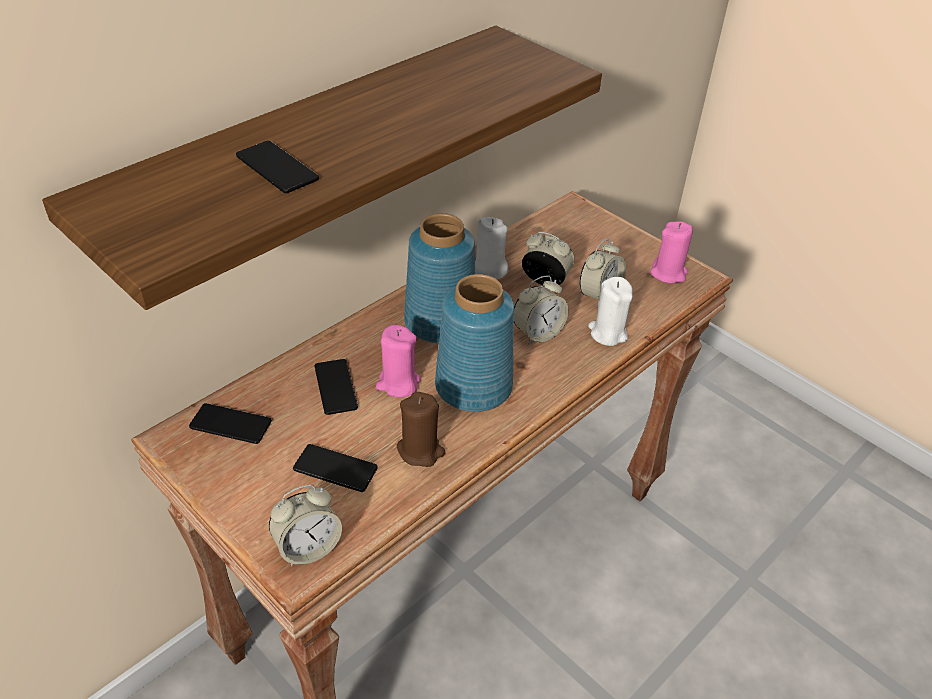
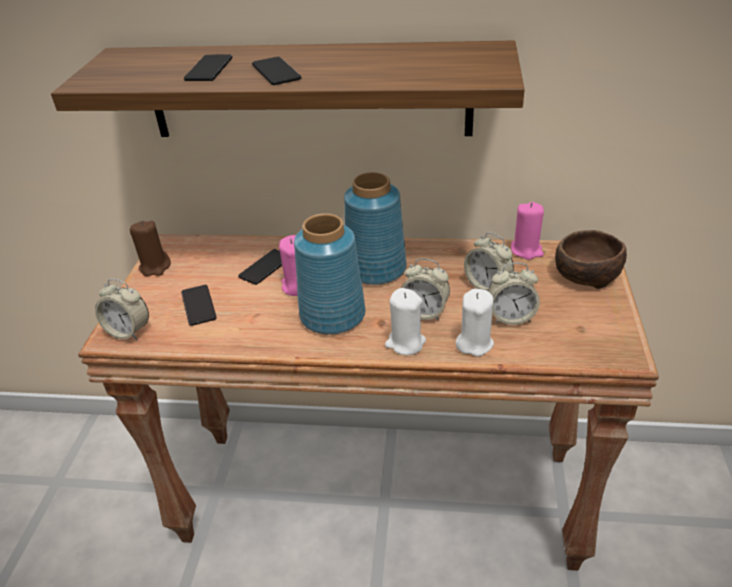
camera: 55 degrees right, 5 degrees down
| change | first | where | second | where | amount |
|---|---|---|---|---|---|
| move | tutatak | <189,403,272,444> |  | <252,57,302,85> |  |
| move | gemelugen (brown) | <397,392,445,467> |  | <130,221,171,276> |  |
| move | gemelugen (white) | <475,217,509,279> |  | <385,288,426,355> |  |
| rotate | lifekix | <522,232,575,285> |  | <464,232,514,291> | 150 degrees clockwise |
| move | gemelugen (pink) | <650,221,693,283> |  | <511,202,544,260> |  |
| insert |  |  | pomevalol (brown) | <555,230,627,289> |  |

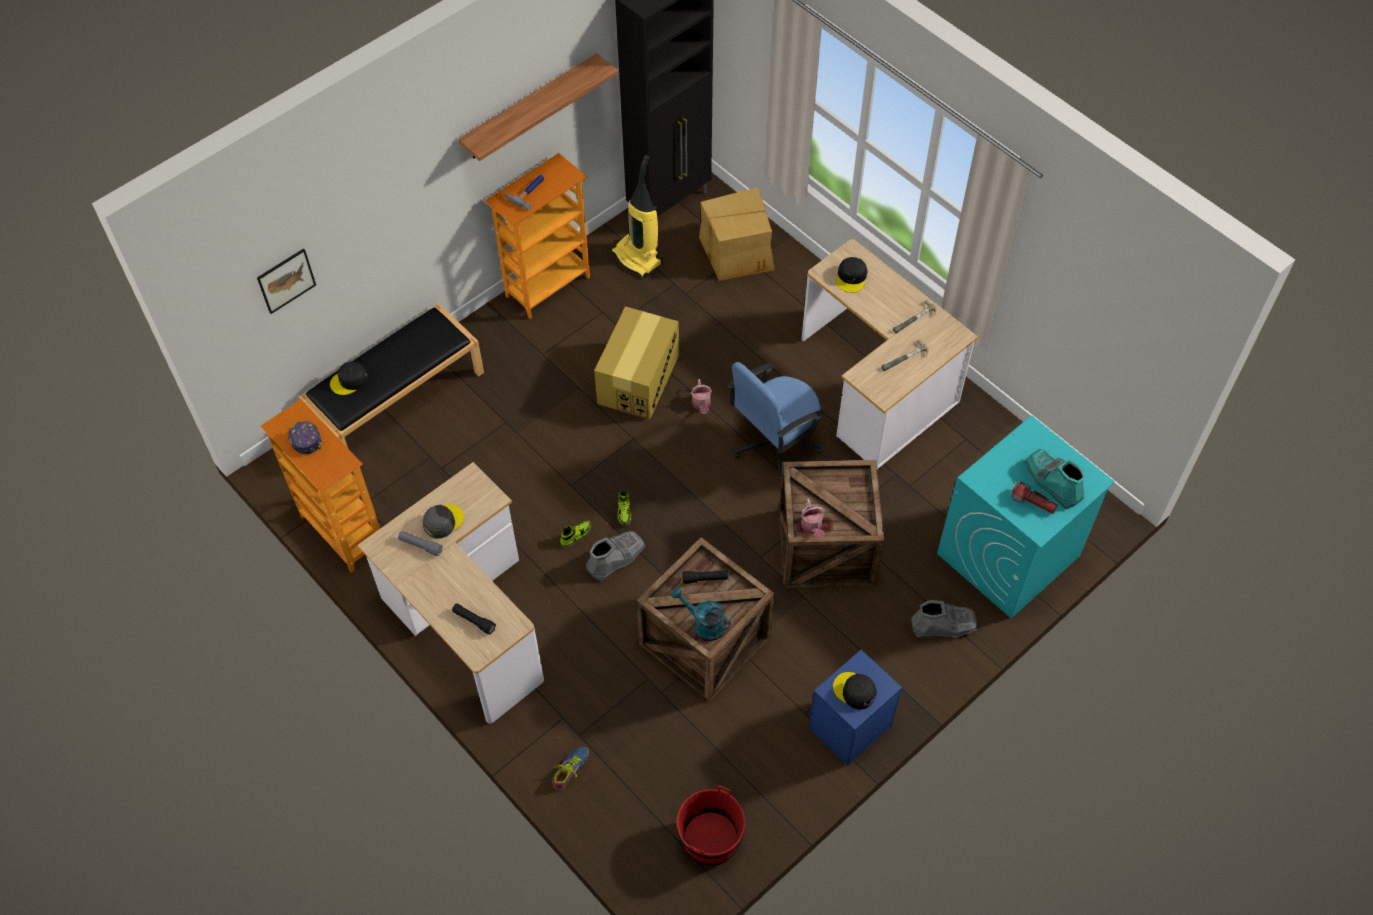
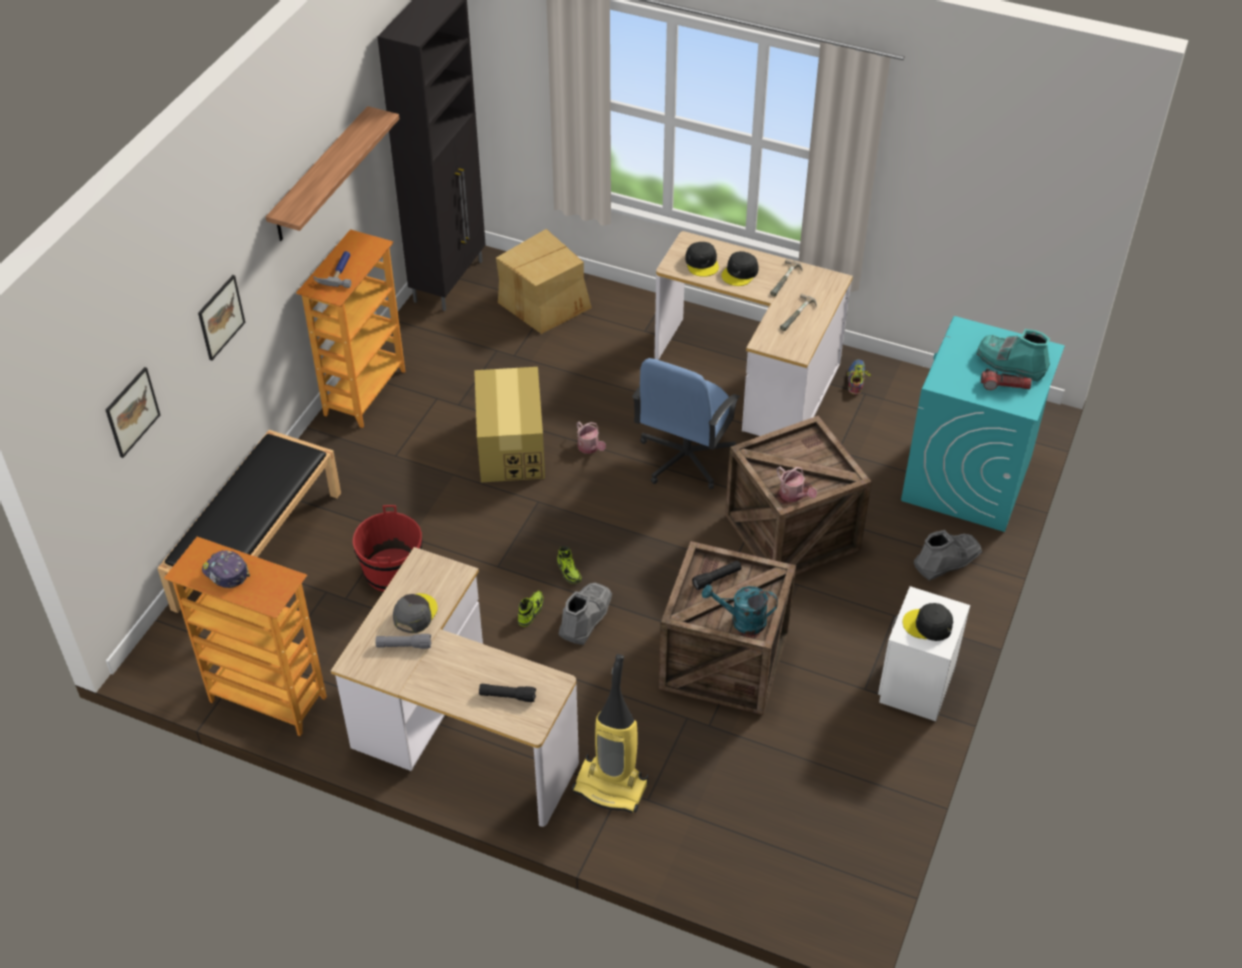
camera: 25 degrees left, 10 degrees down
| change | first | where | second | where | amount |
|---|---|---|---|---|---|
| move | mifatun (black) | <330,361,368,395> |  | <722,251,758,286> |  |
| move | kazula | <552,747,589,790> |  | <847,359,871,395> |  |
| move | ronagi | <611,155,663,278> |  | <572,654,648,813> |  |
| move | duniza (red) | <677,785,745,866> |  | <353,505,423,592> |  |
| recolor | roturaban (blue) | <809,650,902,766> | roturaban (white) | <878,586,970,721> |  |
| insert |  |  | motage | <198,275,245,361> |  |

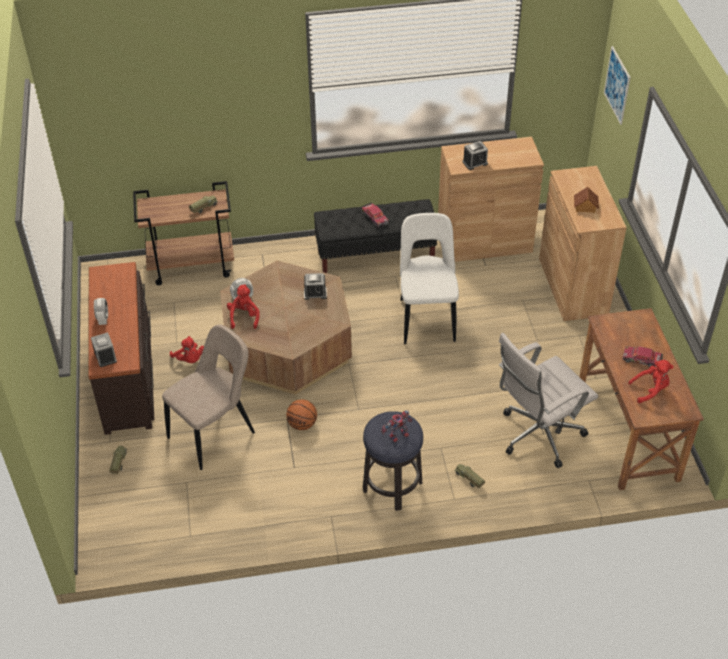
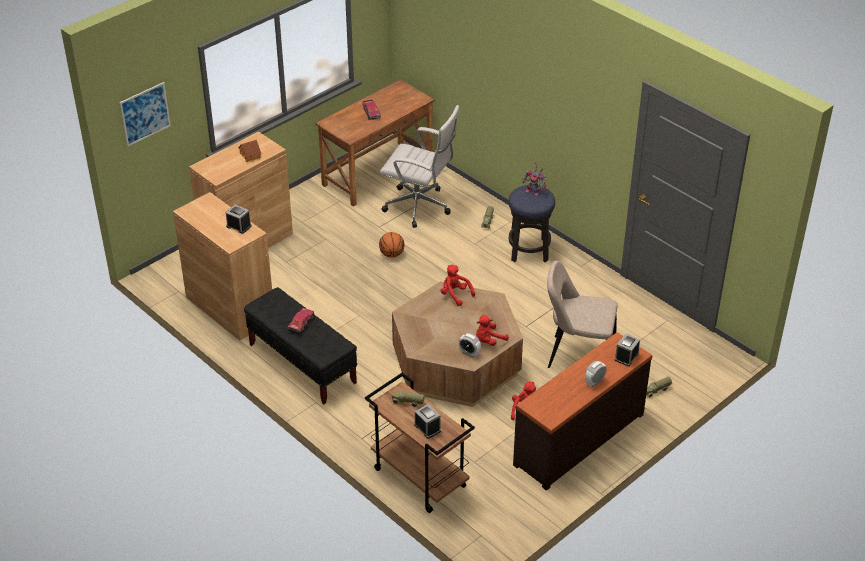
camera: 125 degrees left, 5 degrees down
| change | first | where | second | where | amount |
|---|---|---|---|---|---|
| move | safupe | <286,399,317,430> |  | <379,232,404,258> |  |
| move | lifekix | <304,273,327,300> |  | <414,404,441,439> |  |
| delete | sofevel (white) | <400,213,459,344> |  |  |  |
| move | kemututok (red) | <628,360,674,403> |  | <441,265,475,306> |  |

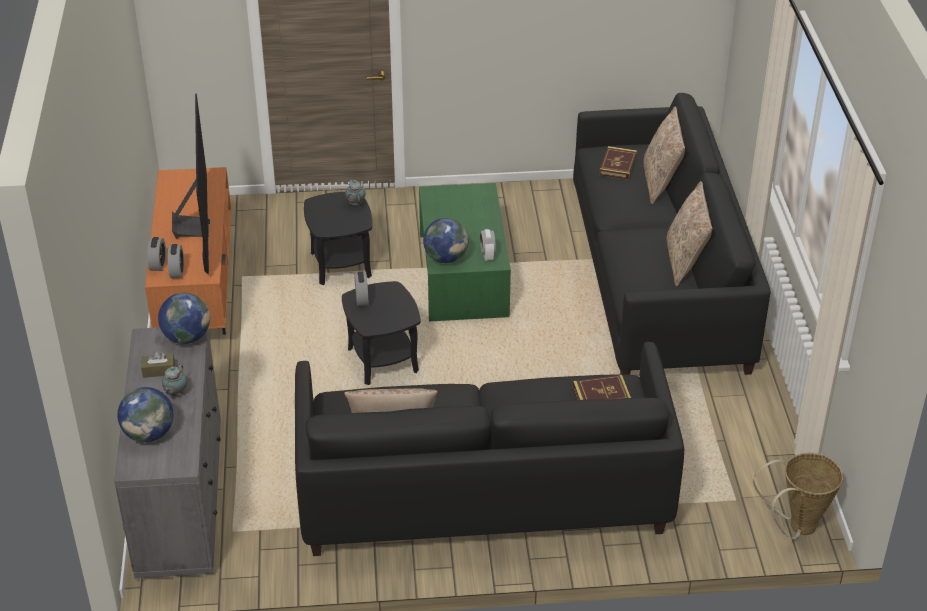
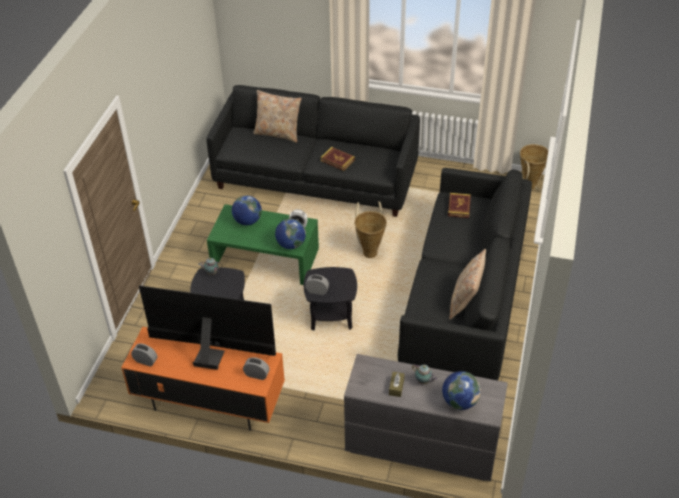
camera: 70 degrees left, 5 degrees up
| change | first | where | second | where | amount |
|---|---|---|---|---|---|
| move | lifekix | <147,237,166,271> |  | <131,344,157,366> |  |
| move | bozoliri | <158,293,210,344> |  | <232,196,262,225> |  |
| move | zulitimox | <599,146,637,180> |  | <320,147,355,171> |  |
| delete | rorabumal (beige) | <666,181,713,286> |  |  |  |
| insert |  |  | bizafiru | <354,201,387,258> |  |

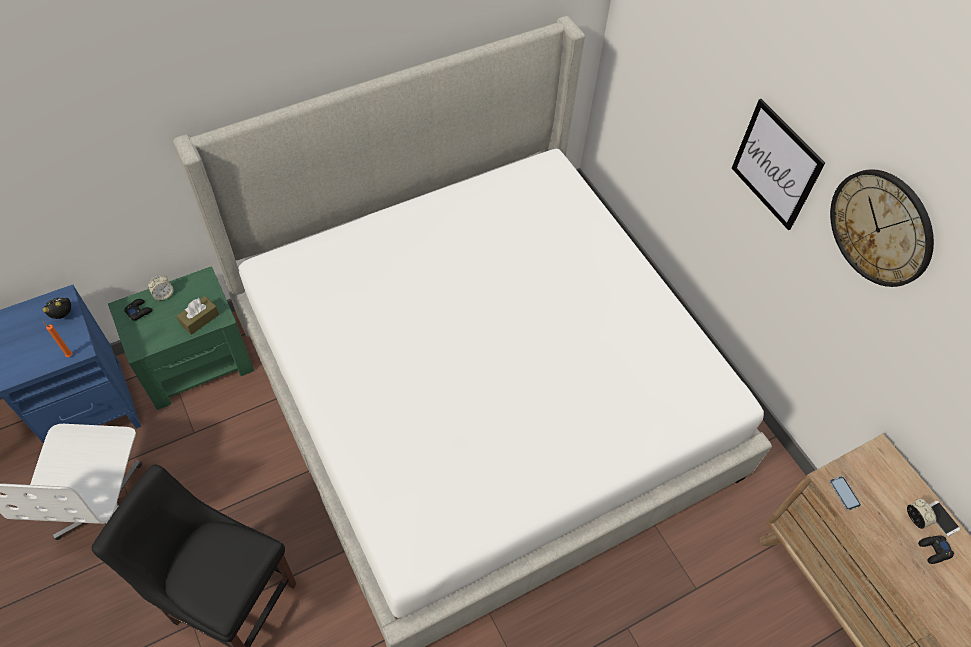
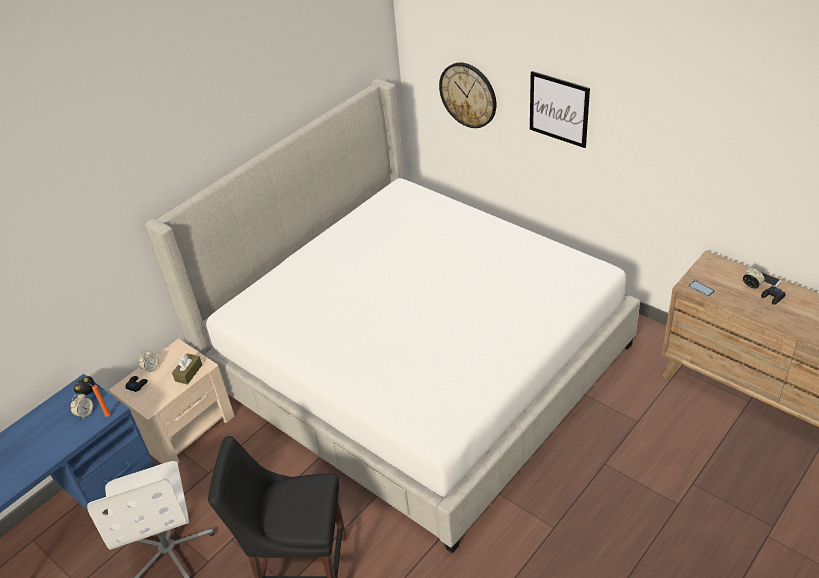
camera: 15 degrees left, 15 degrees down
| change | first | where | second | where | amount |
|---|---|---|---|---|---|
| recolor | roturaban (green) | <108,266,254,410> | roturaban (beige) | <109,339,235,464> |  |
| move | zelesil | <830,169,934,287> |  | <439,62,496,128> |  |
| insert |  |  | lifekix | <70,393,93,420> |  |

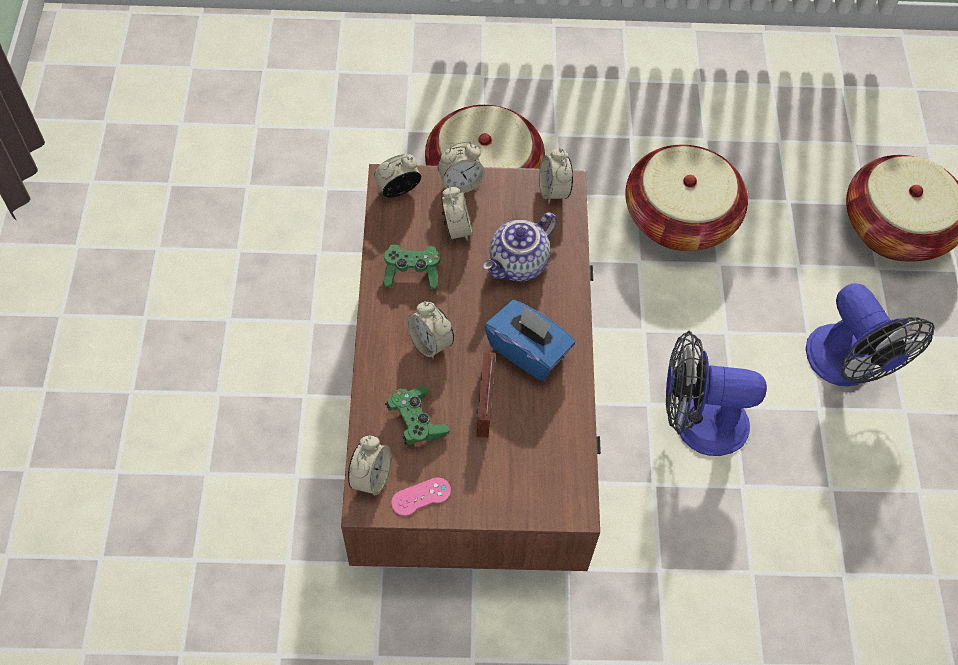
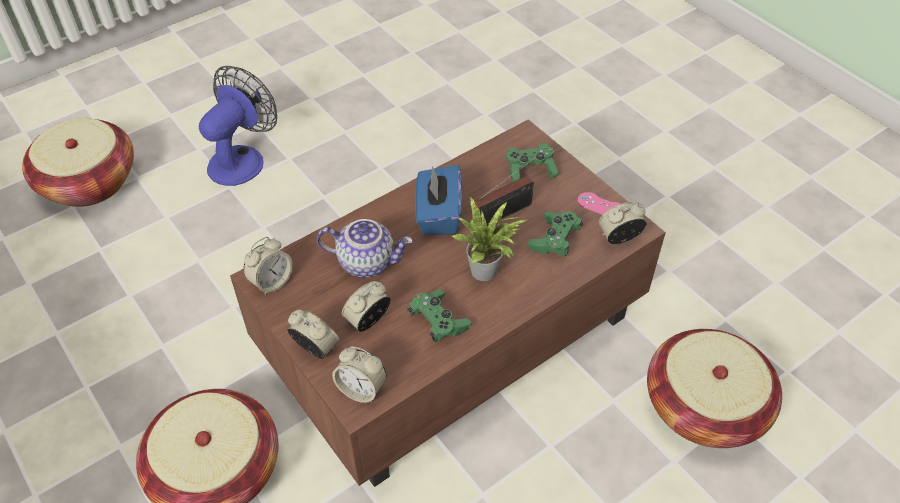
camera: 125 degrees left, 10 degrees down
| change | first | where | second | where | amount |
|---|---|---|---|---|---|
| replace | lifekix | <407,301,454,359> | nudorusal | <451,197,527,281> |  |
| move | bizafiru | <625,145,748,251> |  | <647,329,782,448> |  |
| delete | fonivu | <666,331,767,456> |  |  |  |
| insert |  |  | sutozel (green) | <506,143,559,182> |  |

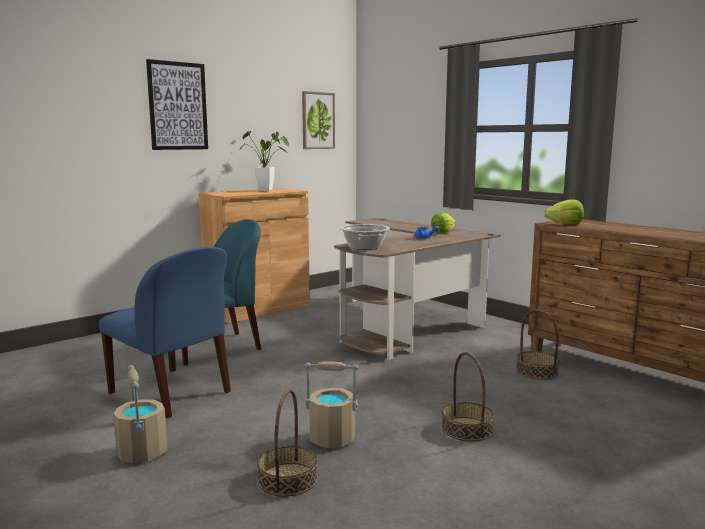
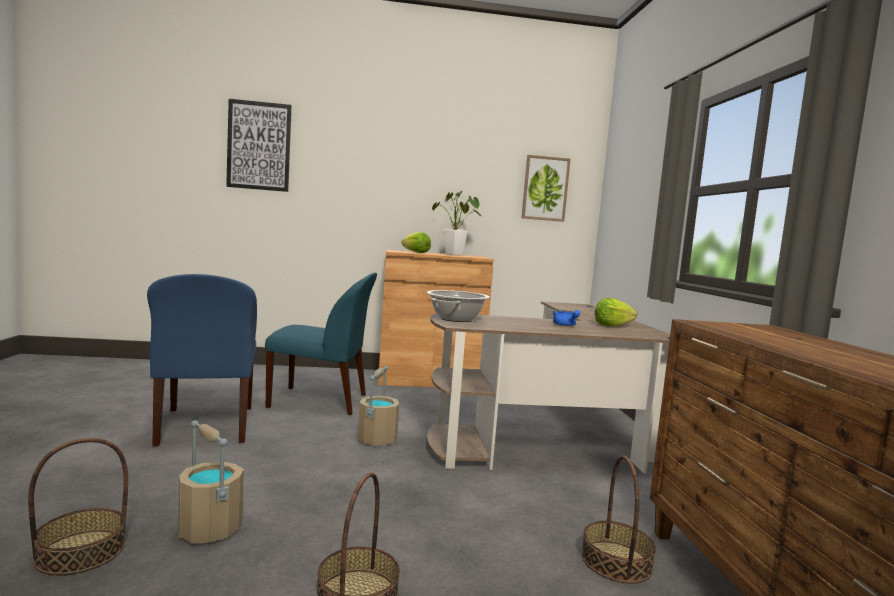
camera: 35 degrees right, 5 degrees down
| change | first | where | second | where | amount |
|---|---|---|---|---|---|
| move | duniza (beige) | <113,365,168,463> |  | <358,366,399,446> |  |
| move | motage | <146,59,208,150> |  | <226,99,292,192> |  |
| move | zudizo | <544,200,584,224> |  | <401,232,431,253> |  |

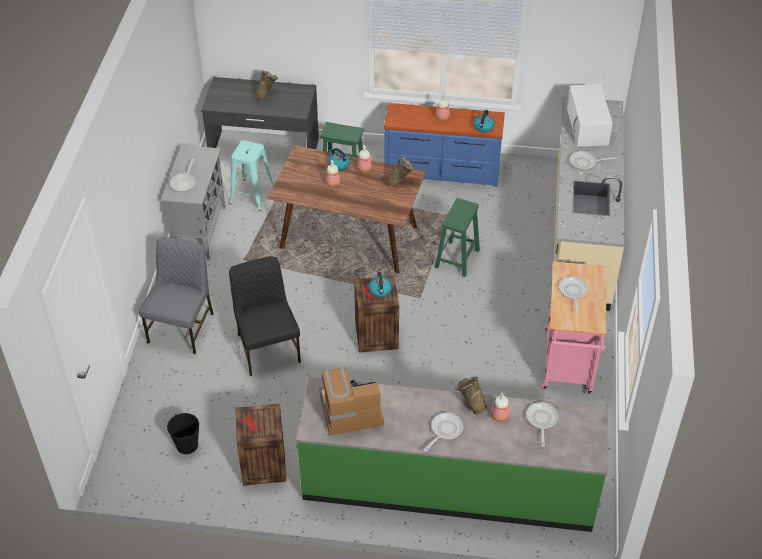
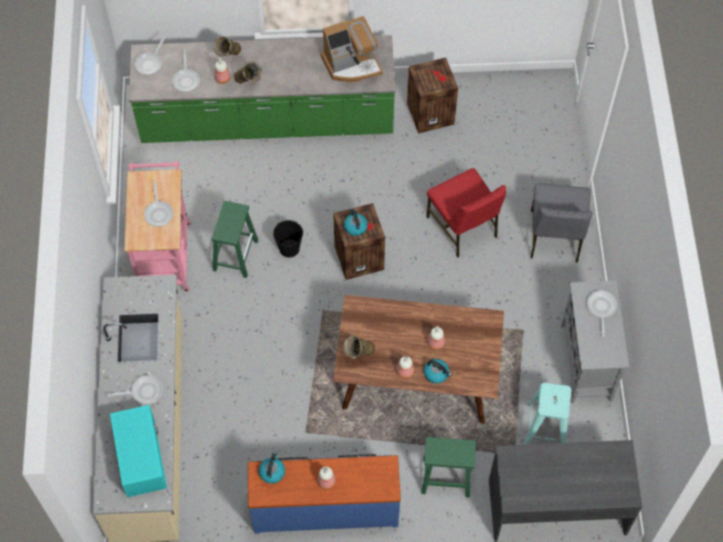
camera: 170 degrees right, 15 degrees up
| change | first | where | second | where | amount |
|---|---|---|---|---|---|
| move | duniza (black) | <167,413,199,454> |  | <273,220,303,257> |  |
| recolor | sofevel (black) | <229,256,301,376> | sofevel (red) | <427,168,506,258> |  |
| move | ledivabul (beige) | <254,71,278,100> |  | <214,36,241,57> |  |
| move | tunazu | <424,413,463,452> |  | <134,37,166,75> |  |
| move | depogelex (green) | <435,198,480,277> |  | <211,201,258,278> |  |
| recolor | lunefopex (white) | <567,84,613,147> | lunefopex (turquoise) | <110,405,167,497> |  |

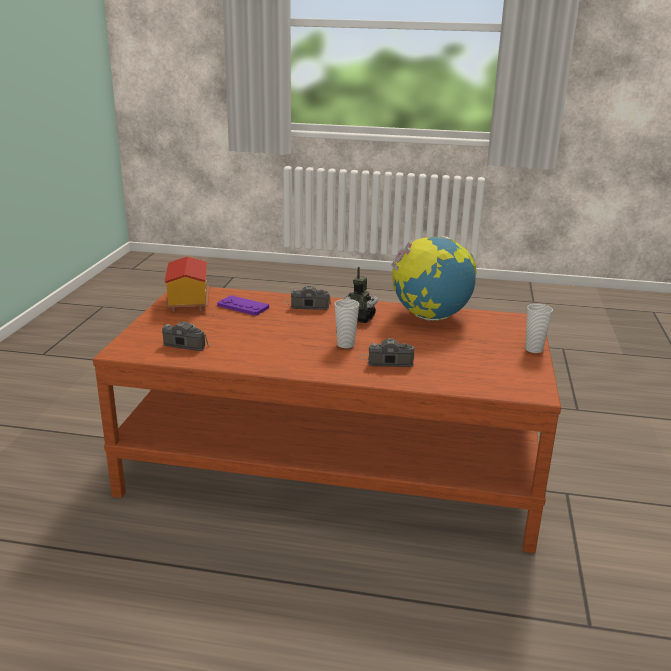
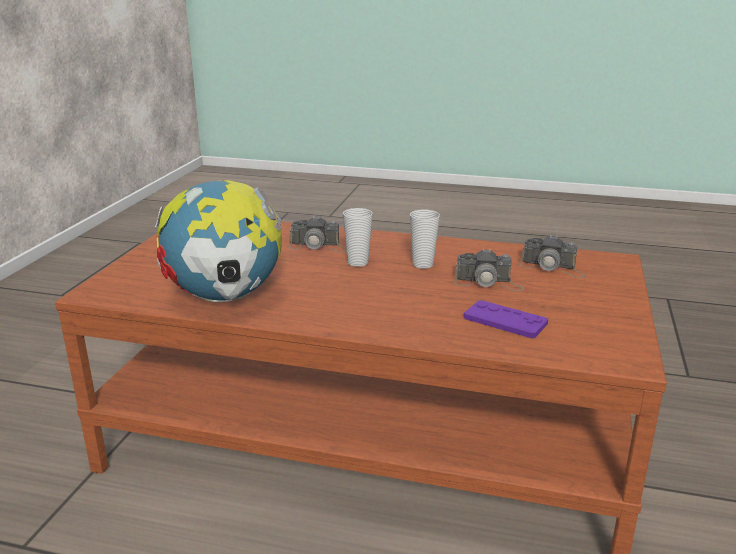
camera: 175 degrees left, 0 degrees up
| change | first | where | second | where | amount |
|---|---|---|---|---|---|
| delete | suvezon | <165,256,209,312> |  |  |  |
| move | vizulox | <284,285,331,310> |  | <455,248,524,291> |  |
| delete | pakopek | <345,267,378,323> |  |  |  |
| move | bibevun | <525,304,553,353> |  | <410,210,440,269> |  |

